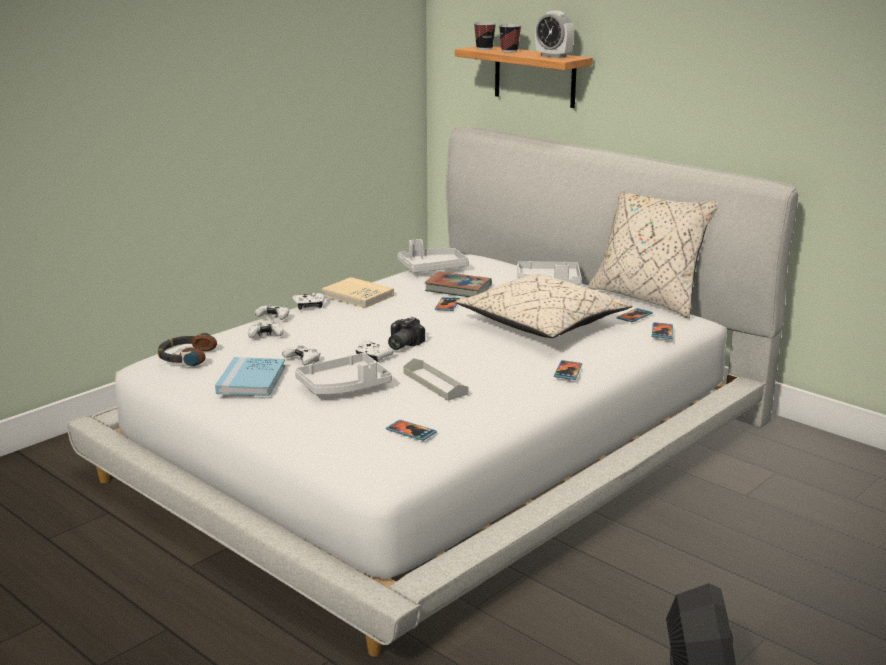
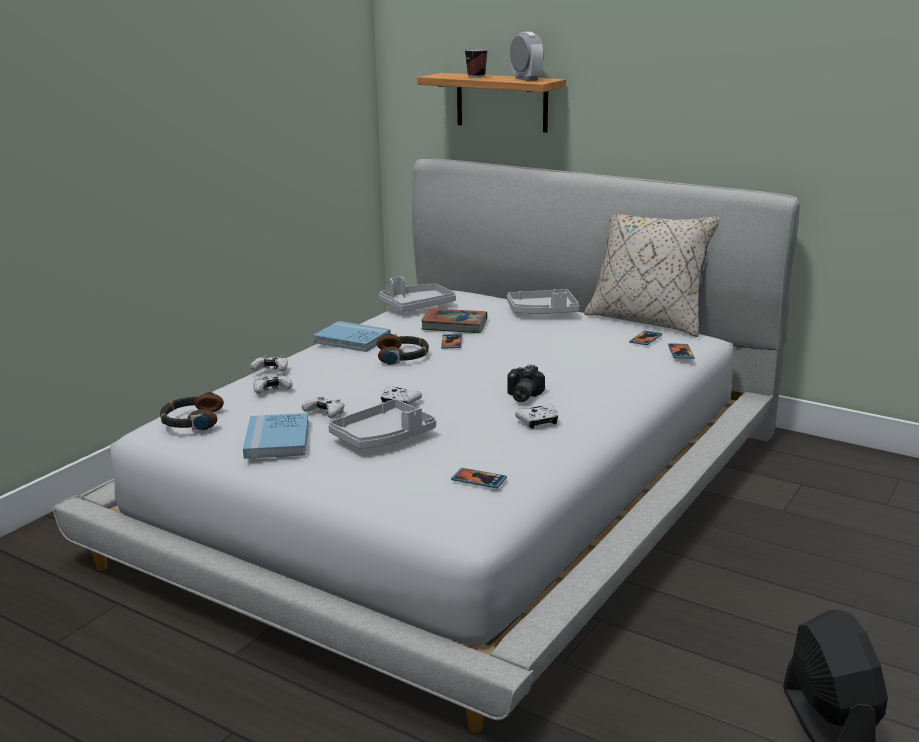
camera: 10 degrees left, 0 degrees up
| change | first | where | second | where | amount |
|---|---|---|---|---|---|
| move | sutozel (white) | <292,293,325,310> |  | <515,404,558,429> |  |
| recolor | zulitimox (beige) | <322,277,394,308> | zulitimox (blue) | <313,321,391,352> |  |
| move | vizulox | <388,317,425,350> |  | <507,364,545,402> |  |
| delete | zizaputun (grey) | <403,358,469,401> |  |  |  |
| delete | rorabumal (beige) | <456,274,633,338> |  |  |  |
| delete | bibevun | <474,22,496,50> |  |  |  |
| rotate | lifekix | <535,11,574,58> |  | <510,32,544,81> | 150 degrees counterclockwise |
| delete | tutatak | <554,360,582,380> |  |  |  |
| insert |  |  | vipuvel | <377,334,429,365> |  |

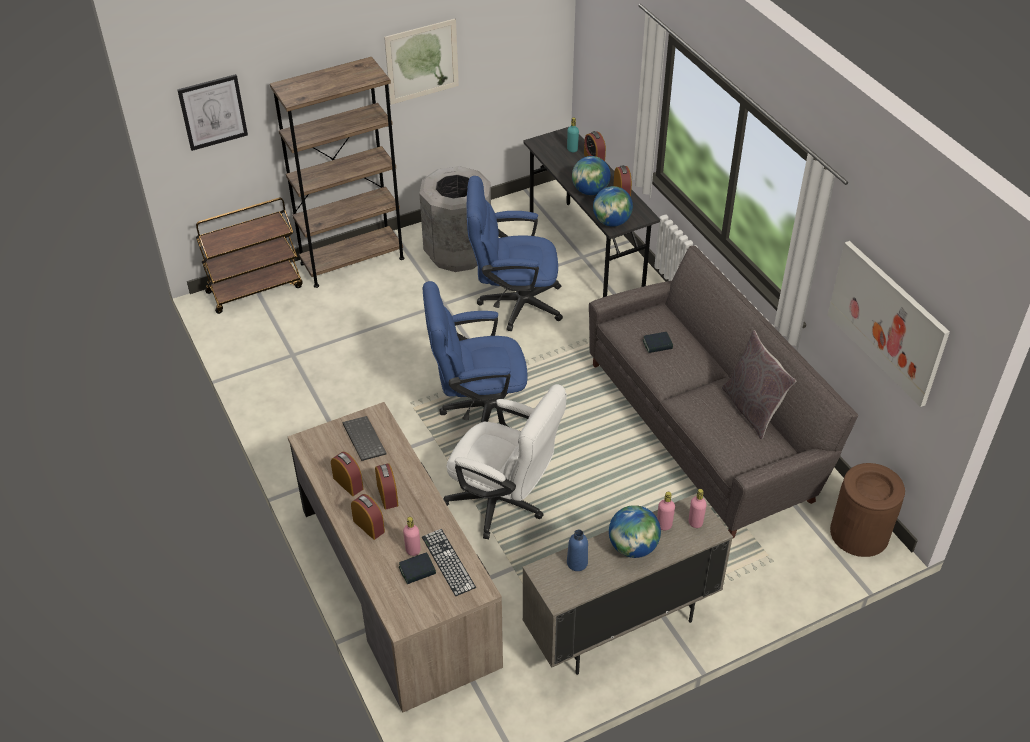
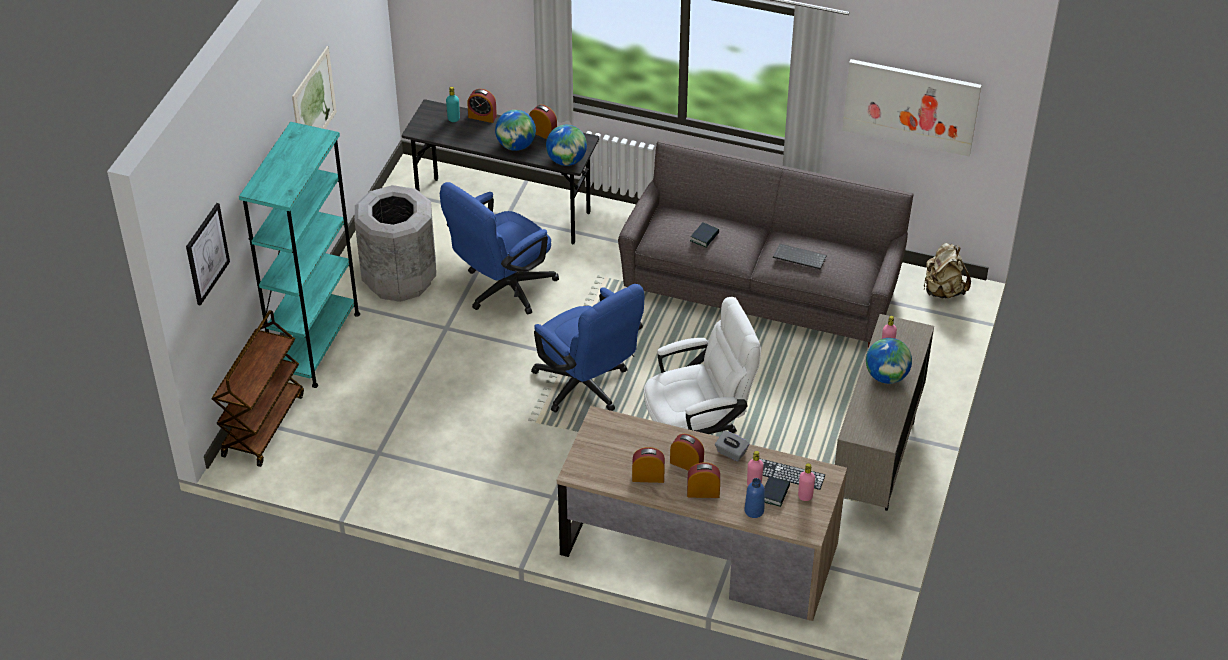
camera: 45 degrees left, 0 degrees up
| change | first | where | second | where | amount |
|---|---|---|---|---|---|
| recolor | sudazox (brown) | <270,57,405,288> | sudazox (turquoise) | <239,122,360,388> |  |
| move | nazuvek | <342,416,387,461> |  | <773,243,827,269> |  |
| rotate | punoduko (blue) | <422,281,528,422> |  | <531,284,644,413> | 75 degrees counterclockwise |
| move | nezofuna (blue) | <567,530,588,571> |  | <744,478,765,518> |  |
| move | nezofuna (pink) | <689,489,707,528> |  | <798,463,815,501> |  |
| delete | rorabumal (grey) | <722,330,796,439> |  |  |  |
| replace | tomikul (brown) | <830,463,905,557> | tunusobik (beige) | <924,243,971,298> |  |
| insert |  |  | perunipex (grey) | <715,431,749,461> |  |

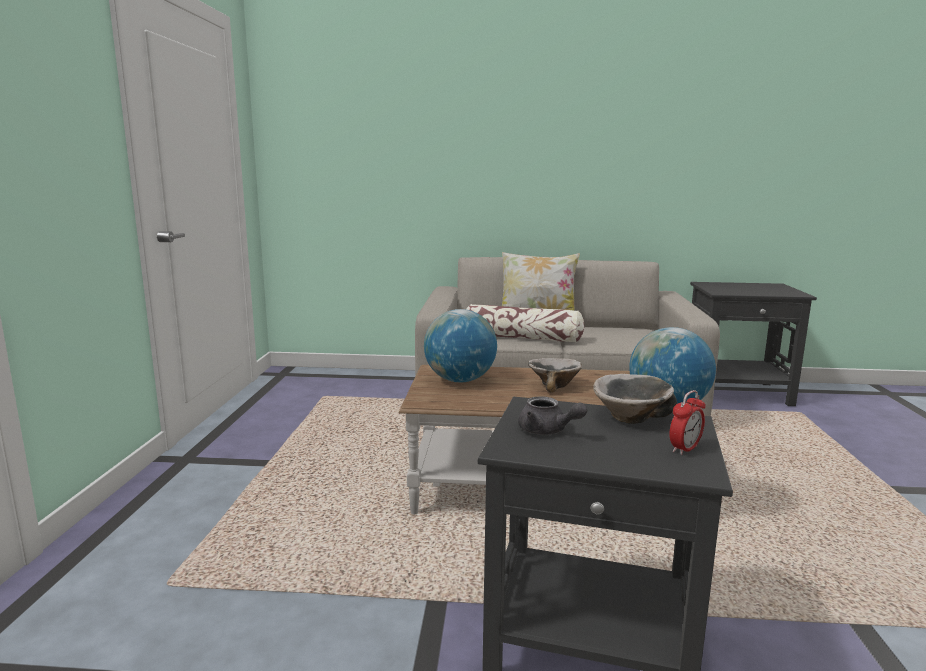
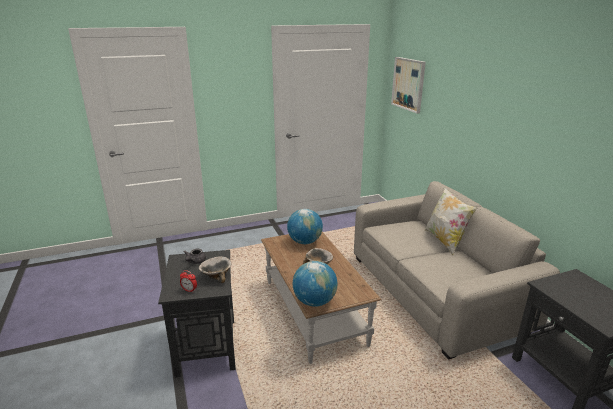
camera: 65 degrees right, 10 degrees up
| change | first | where | second | where | amount |
|---|---|---|---|---|---|
| delete | rorabumal | <466,304,584,343> |  |  |  |
| insert |  |  | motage | <391,57,426,114> |  |

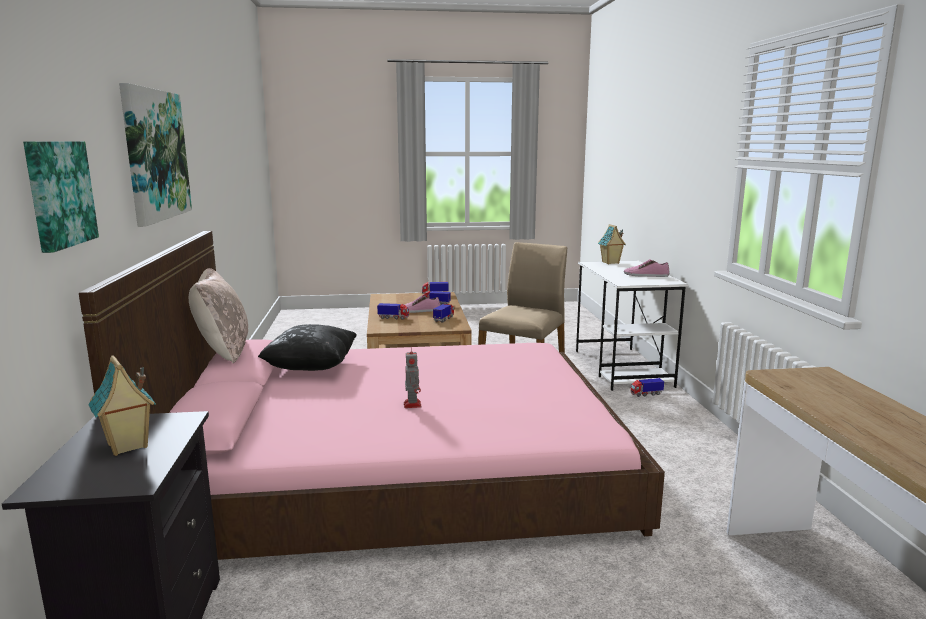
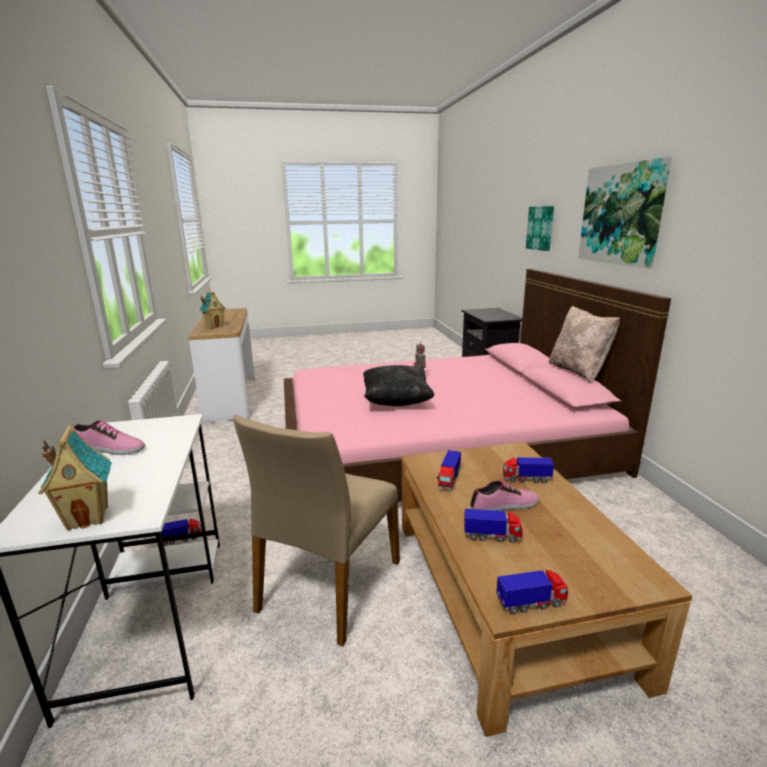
camera: 175 degrees right, 5 degrees up
| change | first | where | second | where | amount |
|---|---|---|---|---|---|
| move | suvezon | <88,355,156,456> |  | <200,290,226,328> |  |
| move | rorabumal (black) | <258,324,357,371> |  | <363,365,434,406> |  |

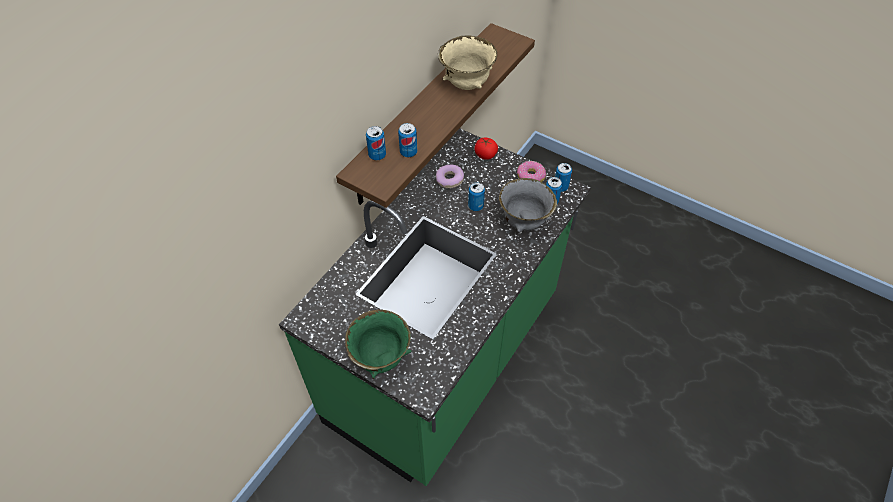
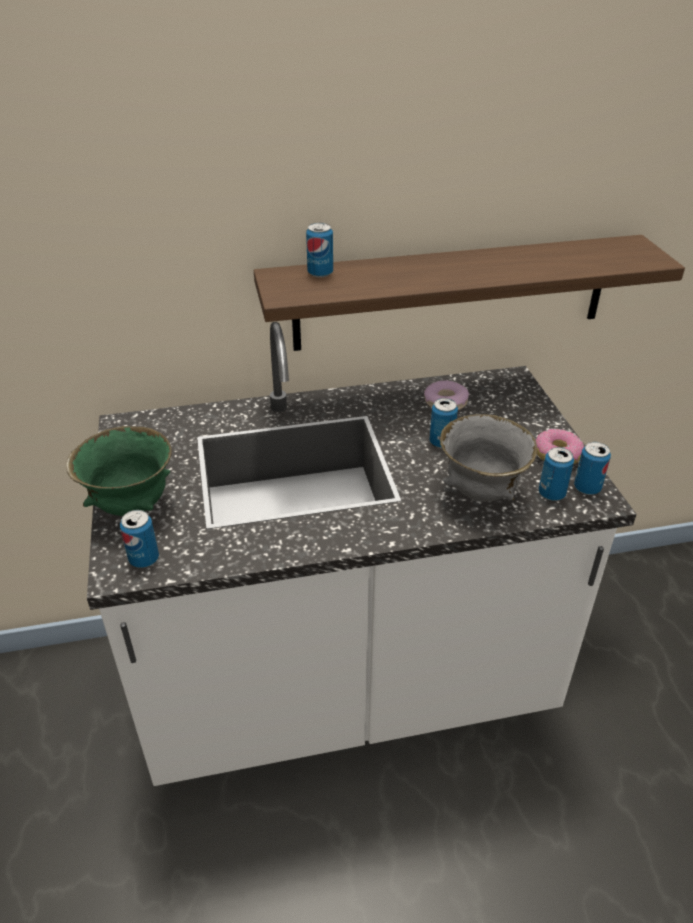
camera: 45 degrees right, 15 degrees down
| change | first | where | second | where | amount |
|---|---|---|---|---|---|
| recolor | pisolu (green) | <279,128,591,486> | pisolu (white) | <87,322,636,786> |  |
| move | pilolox | <398,123,417,157> |  | <120,510,159,568> |  |
| delete | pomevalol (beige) | <438,36,497,90> |  |  |  |
| delete | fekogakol | <475,138,498,160> |  |  |  |

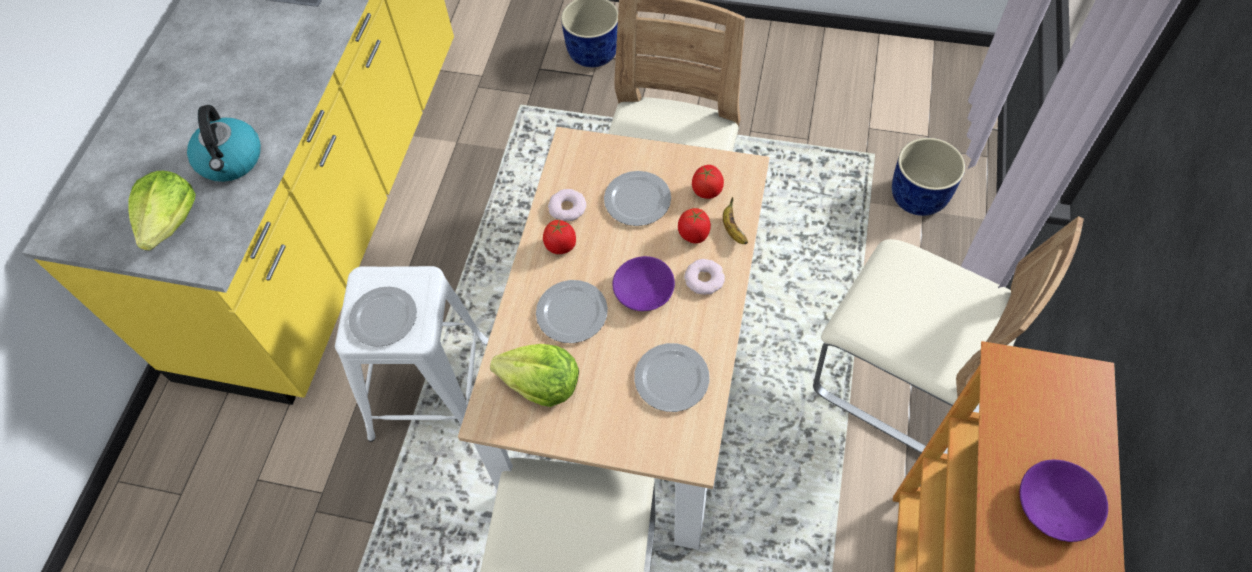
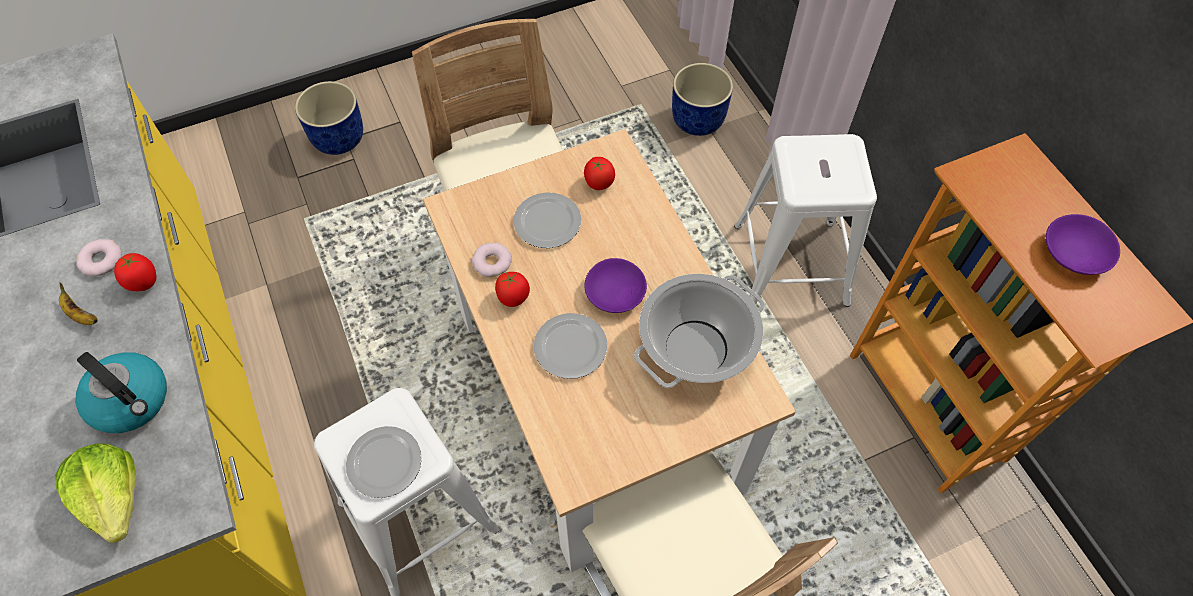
camera: 40 degrees left, 0 degrees up
| change | first | where | second | where | amount |
|---|---|---|---|---|---|
| delete | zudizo | <490,344,579,407> |  |  |  |
| replace | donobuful | <634,343,710,412> | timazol | <634,273,765,388> |  |
| move | fekogakol | <678,208,711,243> |  | <114,253,156,291> |  |
| move | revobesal | <684,259,725,295> |  | <76,239,122,276> |  |
| move | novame | <723,197,748,244> |  | <59,283,98,325> |  |
| replace | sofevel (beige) | <813,216,1084,454> | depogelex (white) | <734,134,877,307> |  |

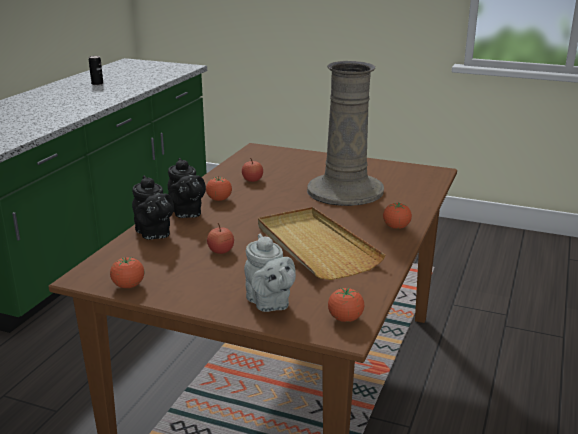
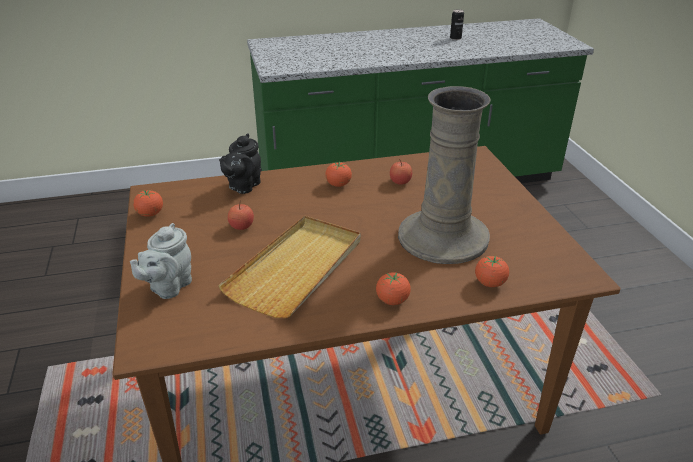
camera: 55 degrees right, 10 degrees up
| change | first | where | second | where | amount |
|---|---|---|---|---|---|
| delete | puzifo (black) | <168,158,206,218> |  |  |  |
| move | fekogakol | <328,288,364,322> |  | <475,256,509,287> |  |

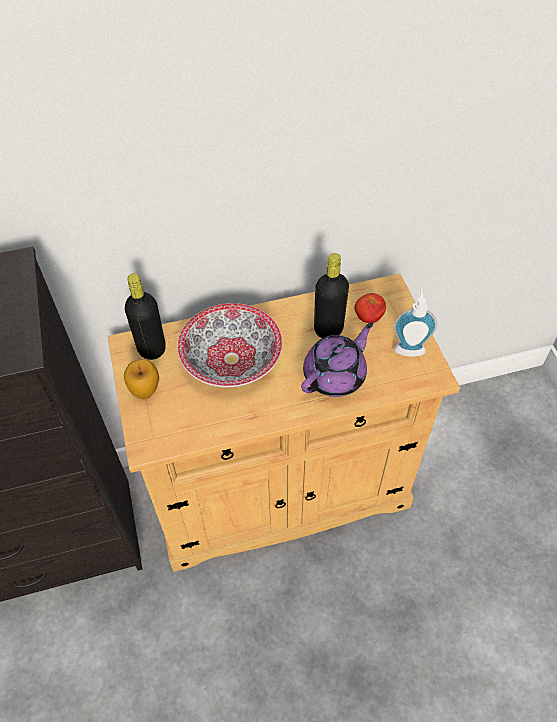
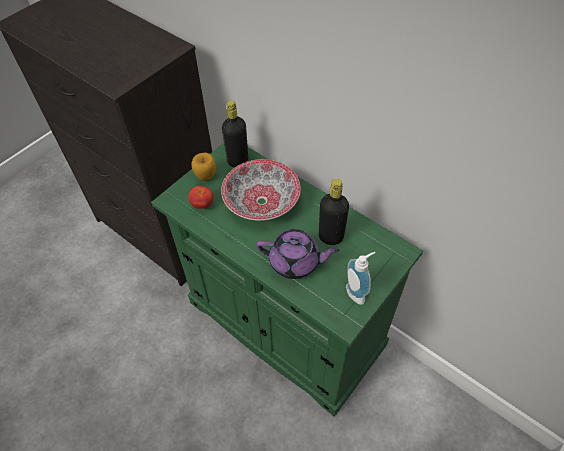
camera: 55 degrees right, 0 degrees up
| change | first | where | second | where | amount |
|---|---|---|---|---|---|
| recolor | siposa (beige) | <108,274,460,572> | siposa (green) | <151,143,423,416> |  |
| move | fekogakol | <354,293,386,323> |  | <189,186,214,209> |  |

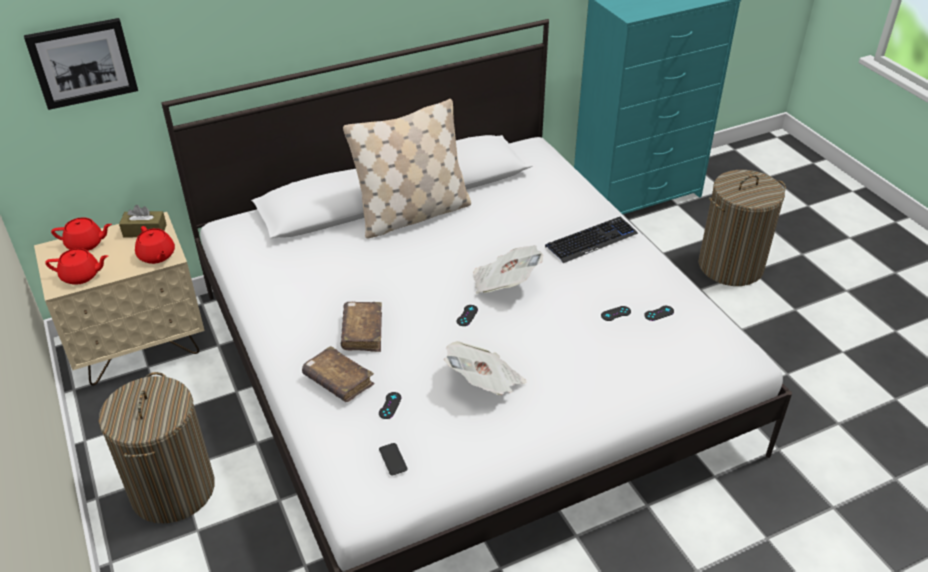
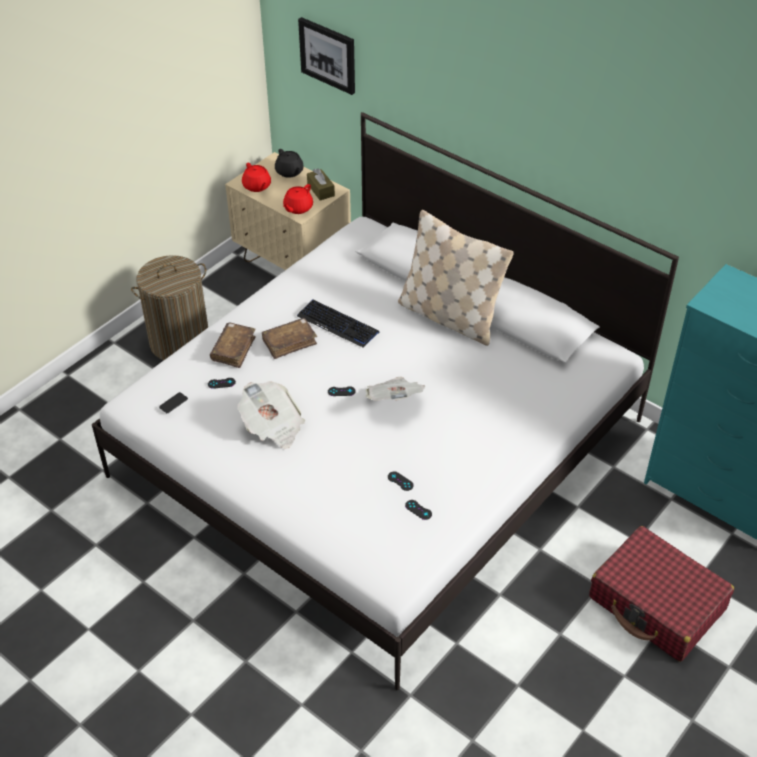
camera: 65 degrees right, 5 degrees up
| change | first | where | second | where | amount |
|---|---|---|---|---|---|
| recolor | puzifo (red) | <51,217,112,251> | puzifo (black) | <275,149,304,178> |  |
| move | nazuvek | <545,217,638,263> |  | <297,299,379,348> |  |
| replace | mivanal | <698,170,786,286> | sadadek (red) | <589,526,734,662> |  |

